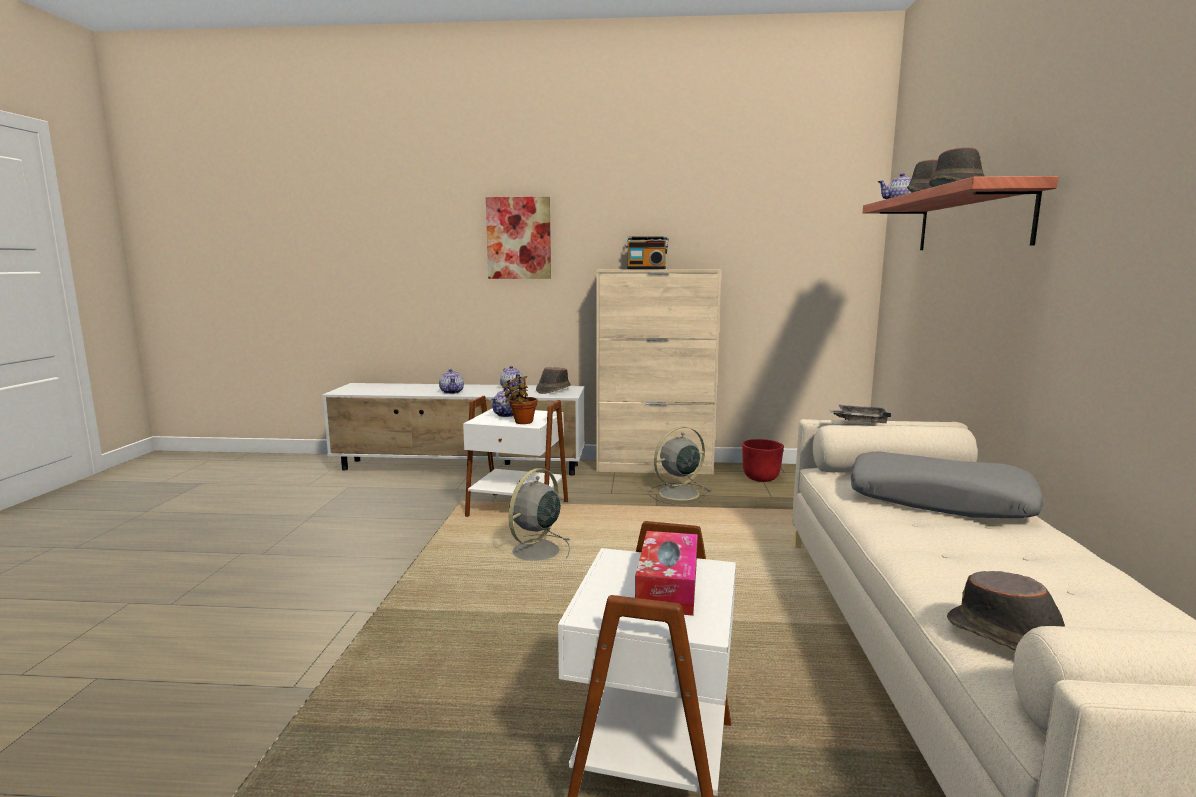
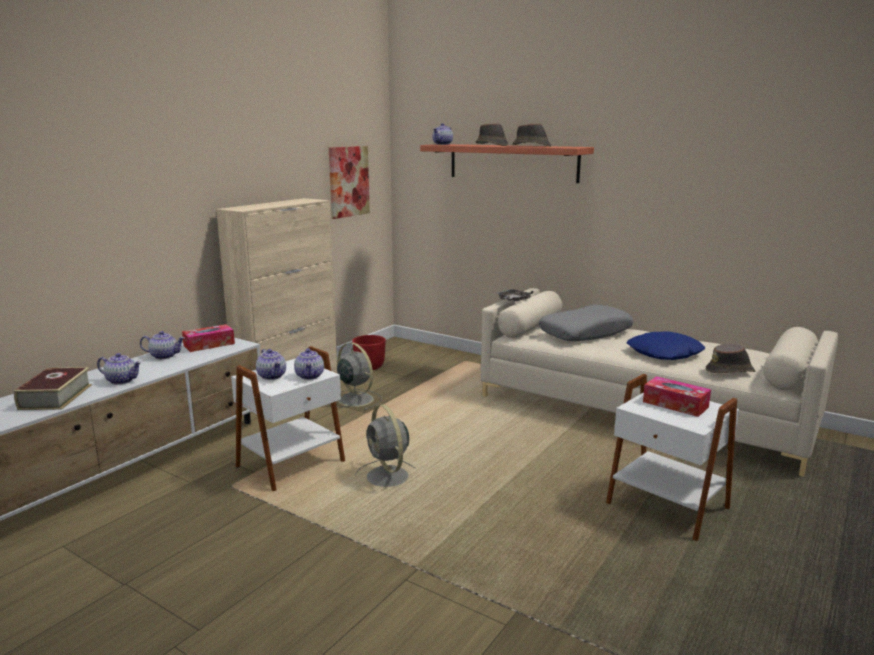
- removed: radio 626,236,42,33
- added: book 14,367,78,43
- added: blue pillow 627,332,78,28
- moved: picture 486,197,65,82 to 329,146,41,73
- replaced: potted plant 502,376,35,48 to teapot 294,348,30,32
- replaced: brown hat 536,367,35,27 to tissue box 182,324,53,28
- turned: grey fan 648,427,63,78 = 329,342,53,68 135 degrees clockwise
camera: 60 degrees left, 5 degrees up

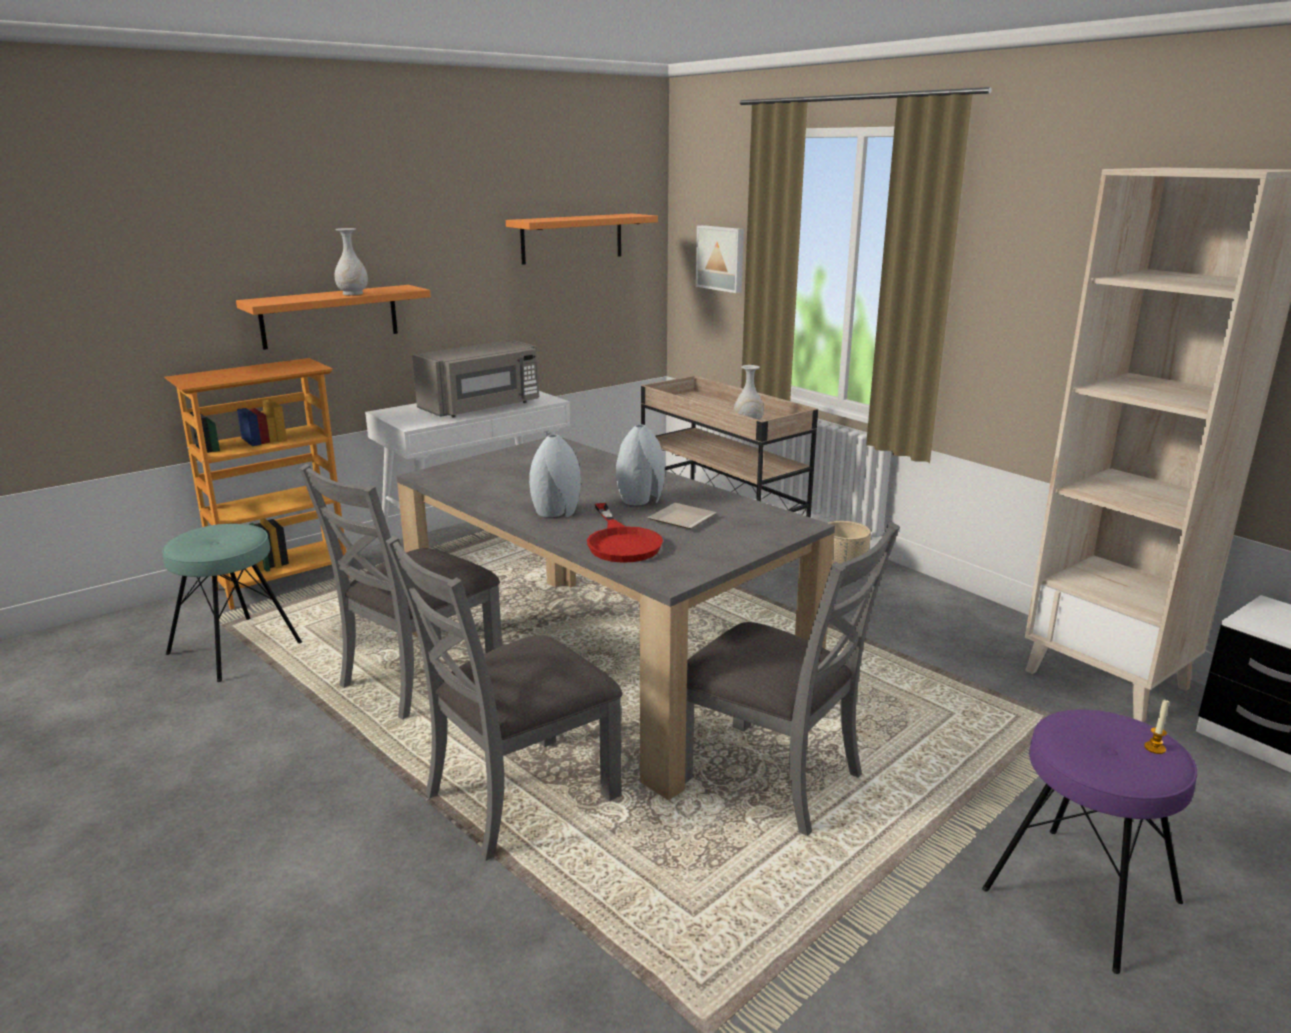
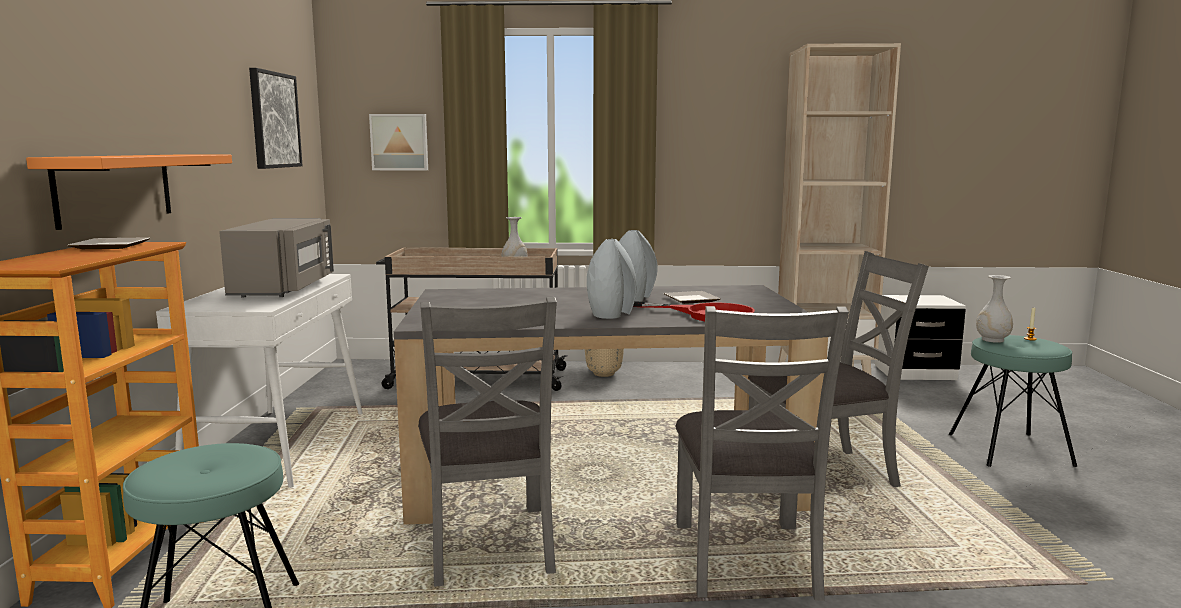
- added: plate 67,237,83,12
- moved: white vase 335,228,33,67 to 976,275,37,68
- replaced: orange shelf 506,214,152,51 to picture 249,68,53,101
- recoloured: purple stool 982,709,215,265 to turquoise stool 949,335,128,132
camera: 50 degrees left, 10 degrees down

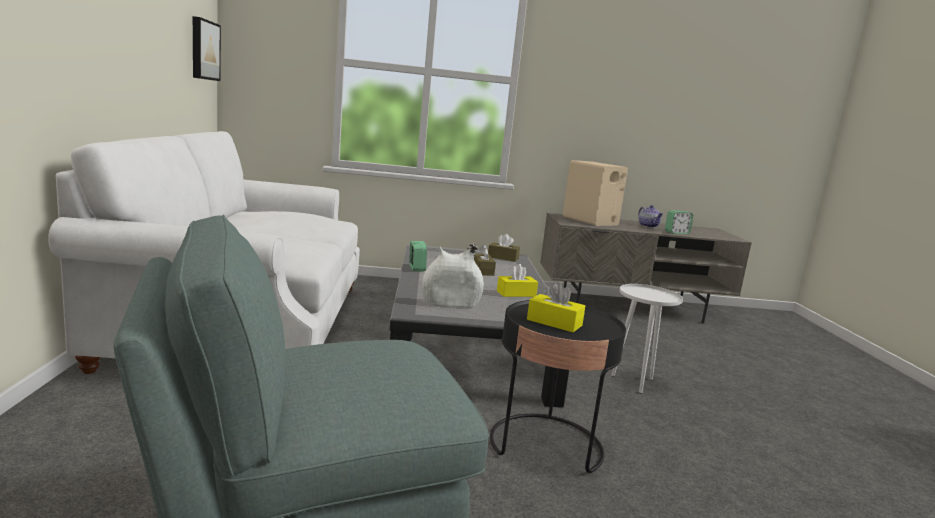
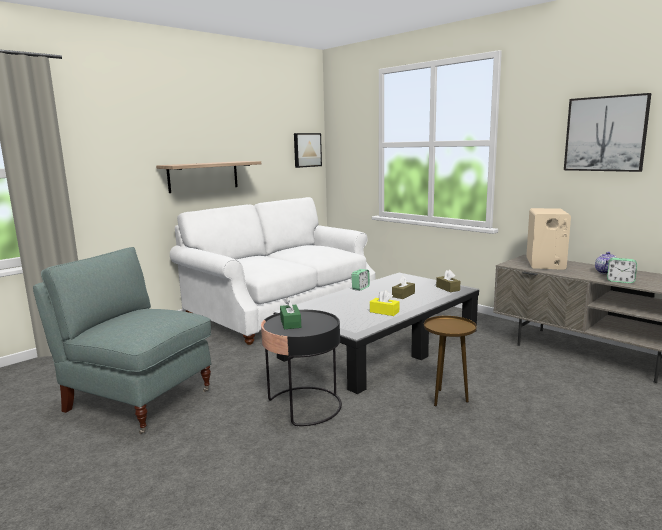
- removed: white vase 422,243,62,65
- added: shelf 156,161,105,32
- added: picture 564,93,87,79
- recoloured: yellow tissue box 527,282,58,50 to green tissue box 280,297,21,32
- recoloured: white side table 611,284,72,110 to brown side table 424,316,53,90
camera: 50 degrees right, 0 degrees up

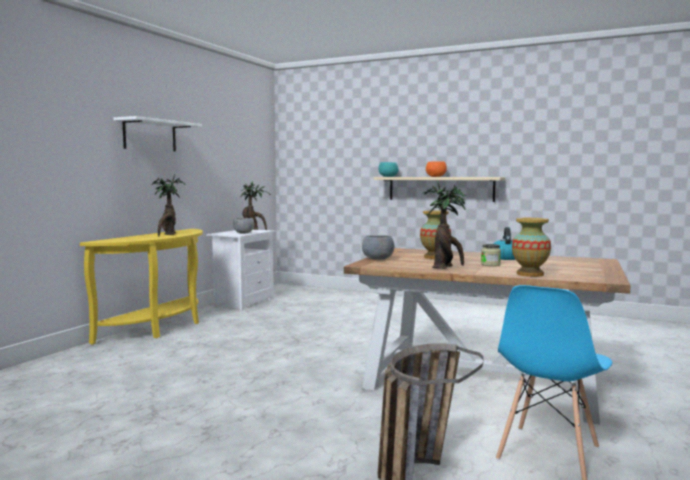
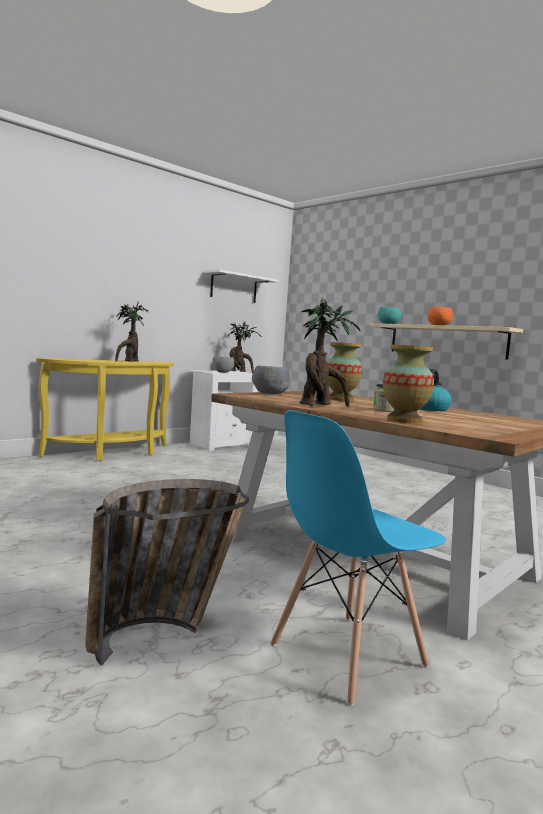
- moved: white shelf 114,116,88,35 to 204,269,74,34
camera: 20 degrees right, 0 degrees up

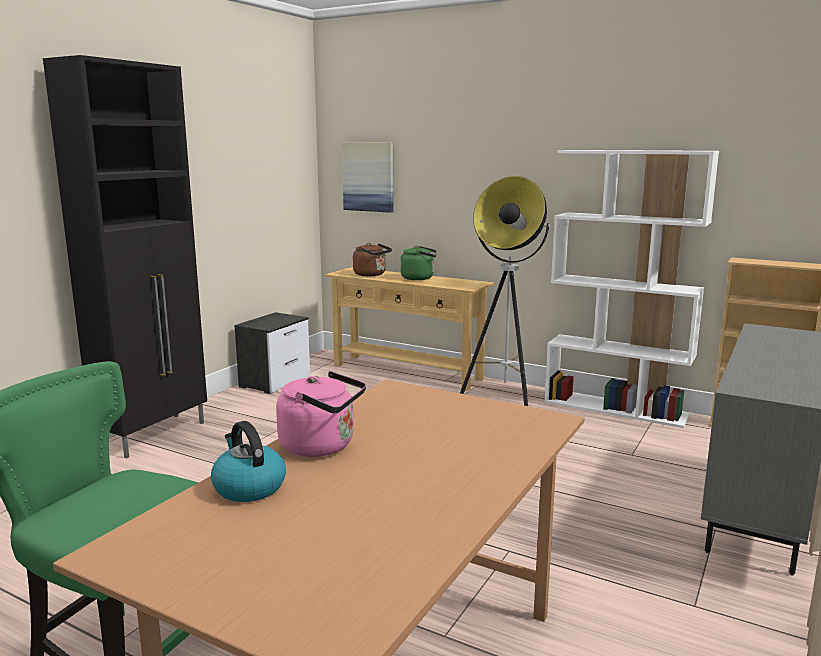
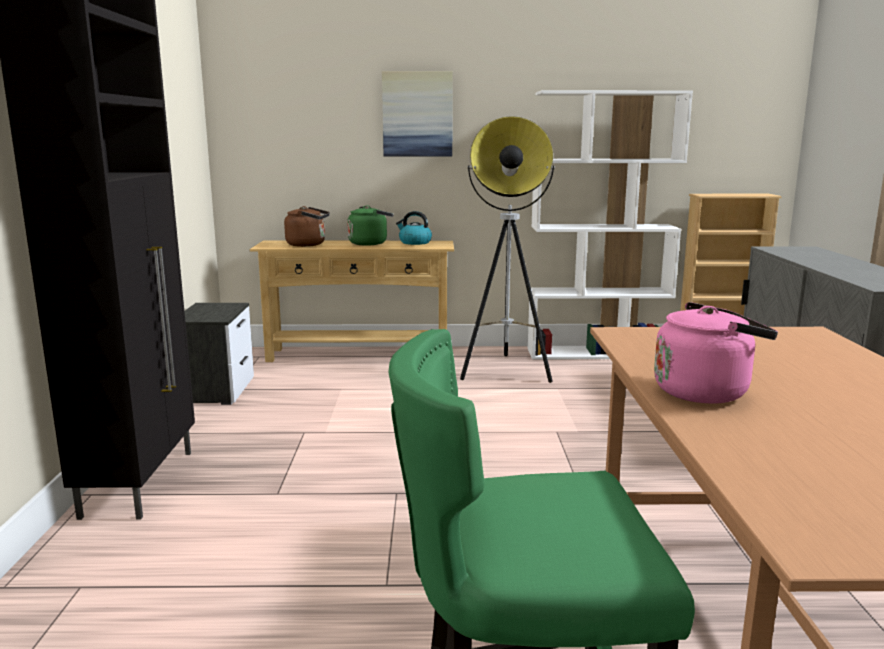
- moved: kettle 211,421,75,81 to 396,211,36,34
- moved: picture 342,142,52,71 to 382,71,71,86
camera: 30 degrees left, 0 degrees up

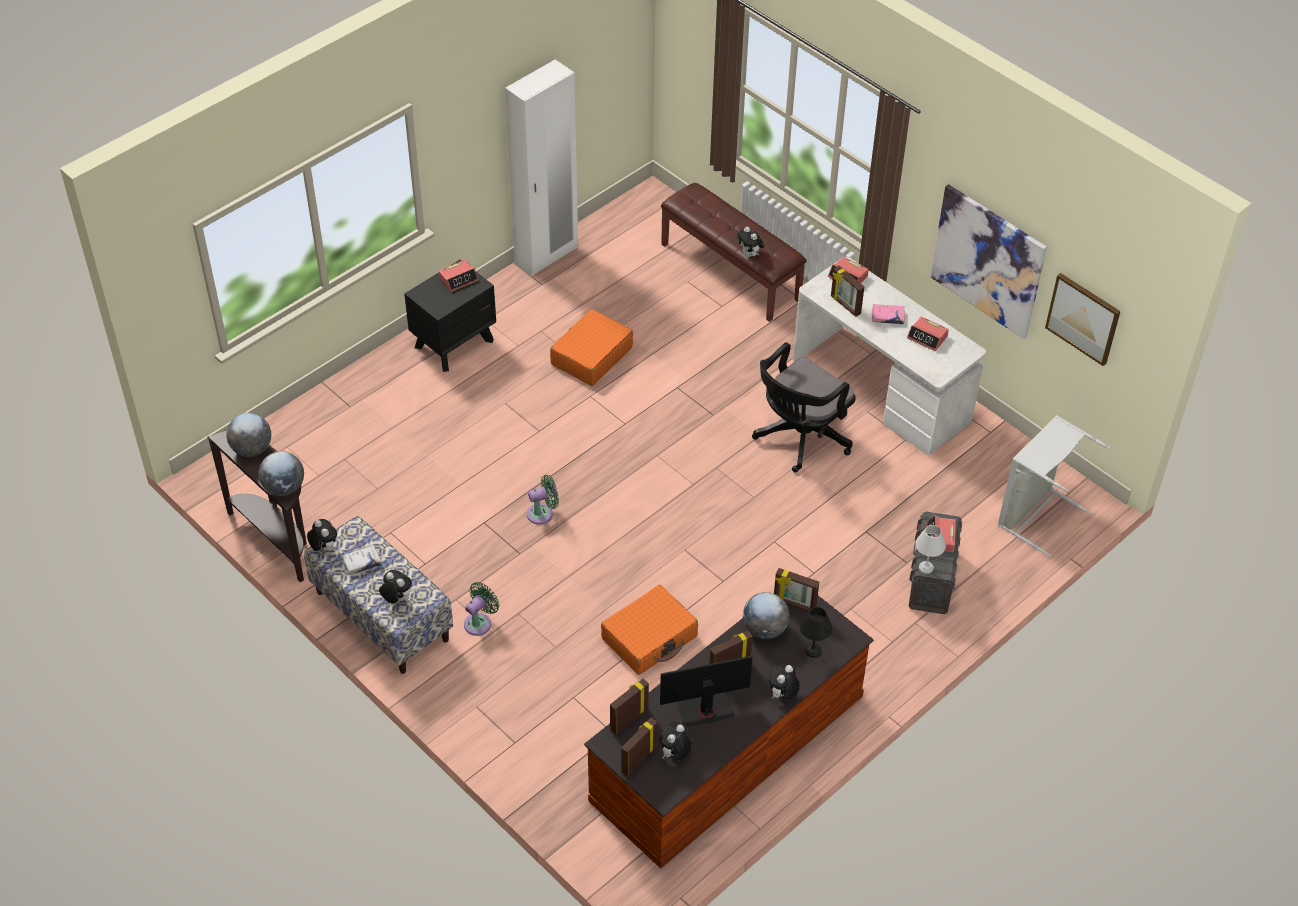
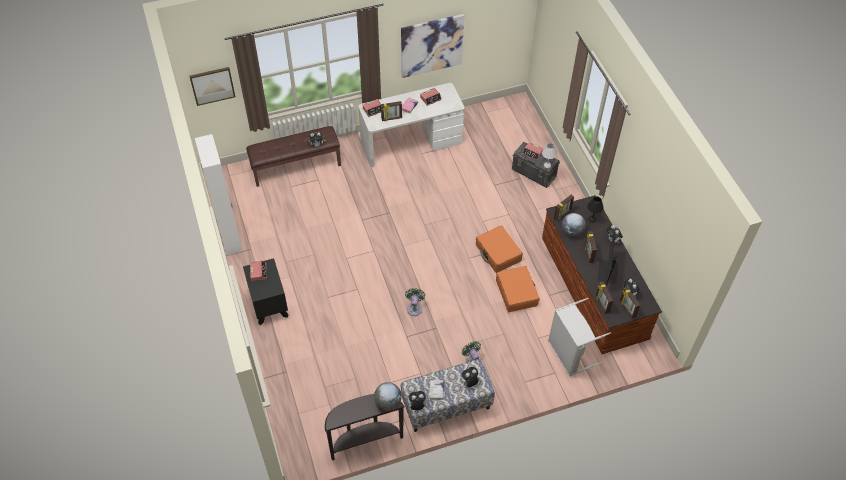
- removed: globe 226,413,45,44
- removed: black office chair 752,342,104,130
- moved: orange suitcase 550,309,83,77 to 476,225,47,48
- moved: grey laundry basket 998,415,112,142 to 548,298,63,79
- moved: picture 1045,273,76,93 to 189,67,46,39
camera: 65 degrees left, 5 degrees up

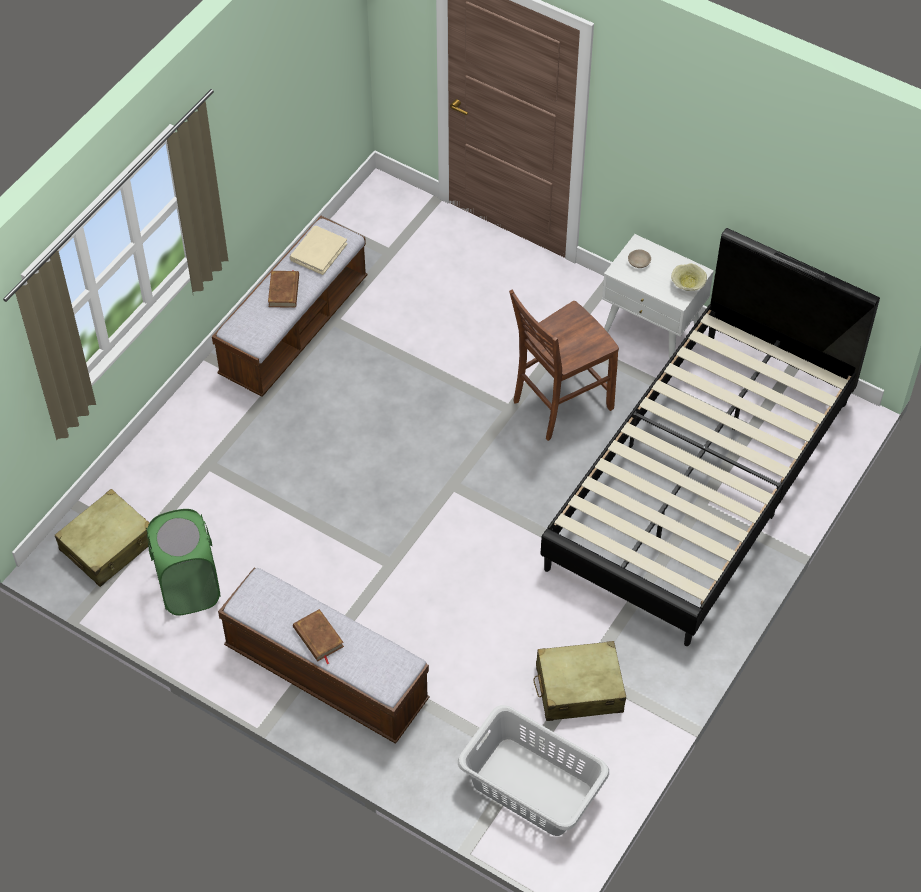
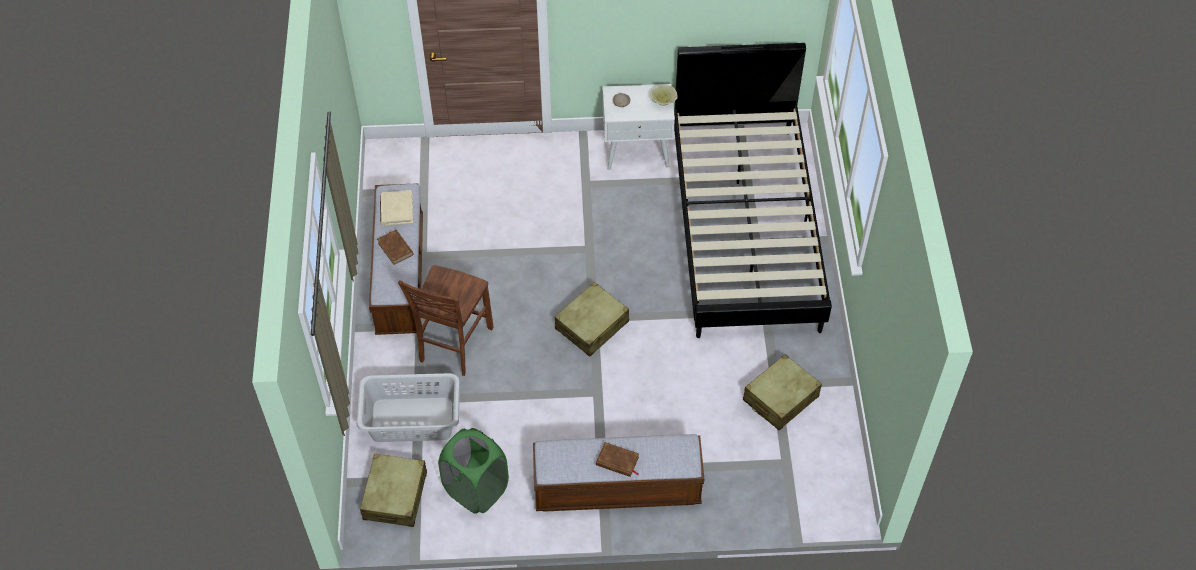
- added: beige suitcase 555,282,74,75
- moved: grey laundry basket 458,705,151,131 to 357,373,103,69
- moved: brown chair 509,289,110,152 to 398,265,96,111
camera: 35 degrees left, 0 degrees up

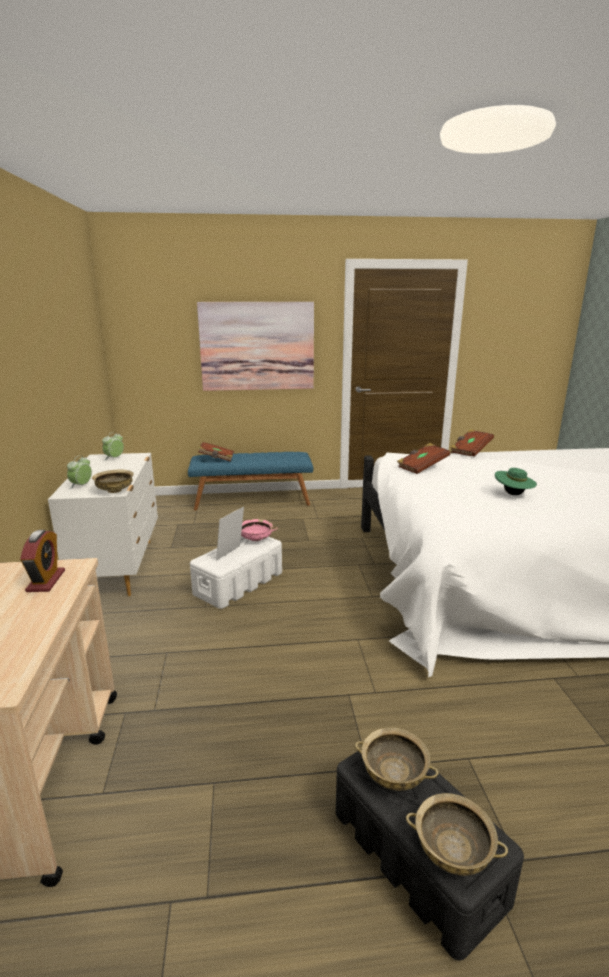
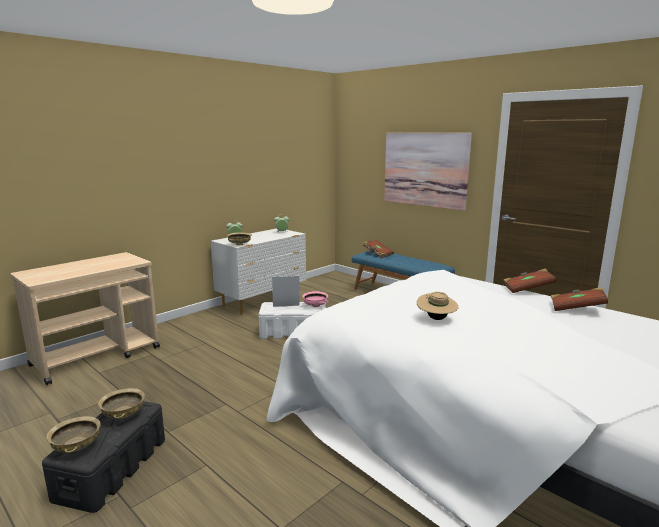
- removed: alarm clock 20,530,45,62
- moved: brown book 397,443,53,31 to 551,287,57,24
- recoloured: green hat 495,468,42,27 to beige hat 417,292,41,28
camera: 50 degrees right, 5 degrees down

